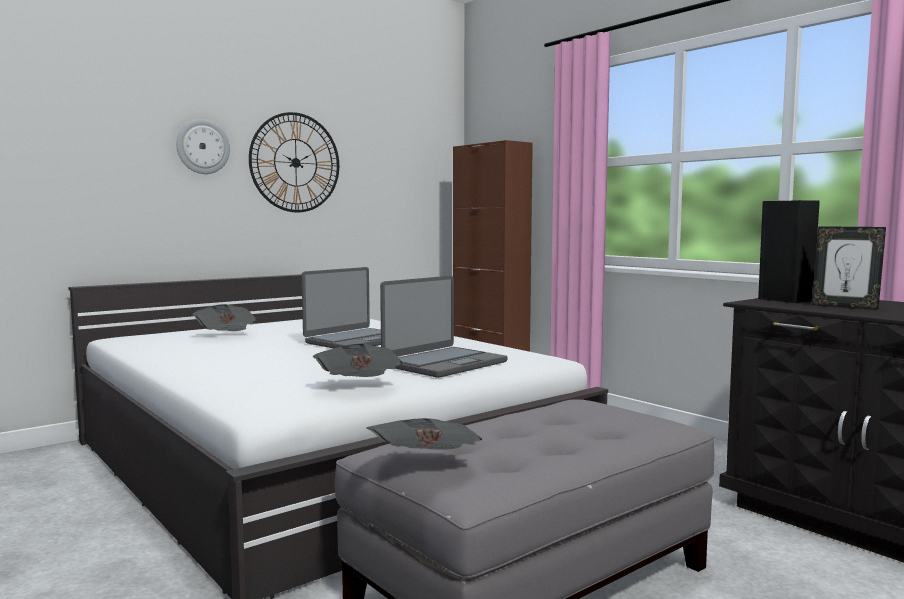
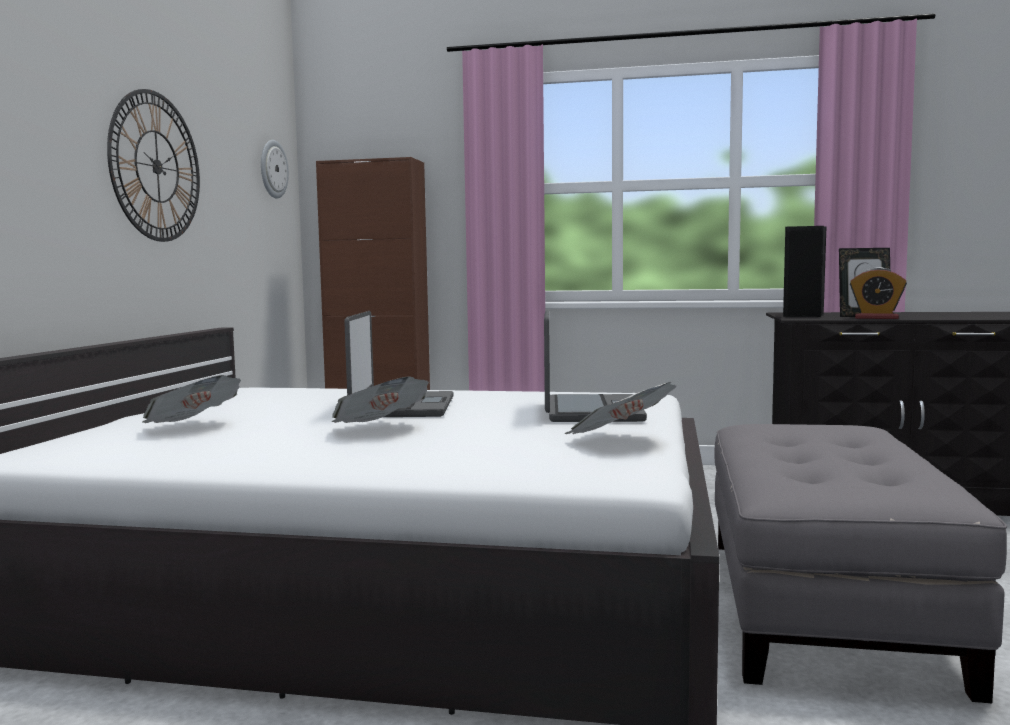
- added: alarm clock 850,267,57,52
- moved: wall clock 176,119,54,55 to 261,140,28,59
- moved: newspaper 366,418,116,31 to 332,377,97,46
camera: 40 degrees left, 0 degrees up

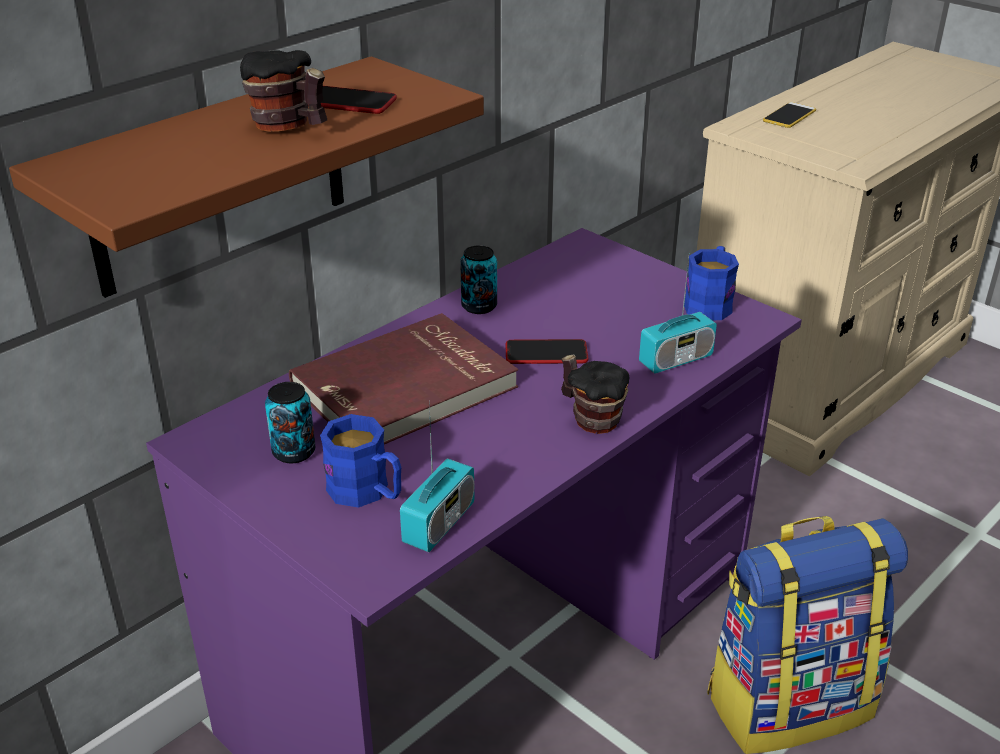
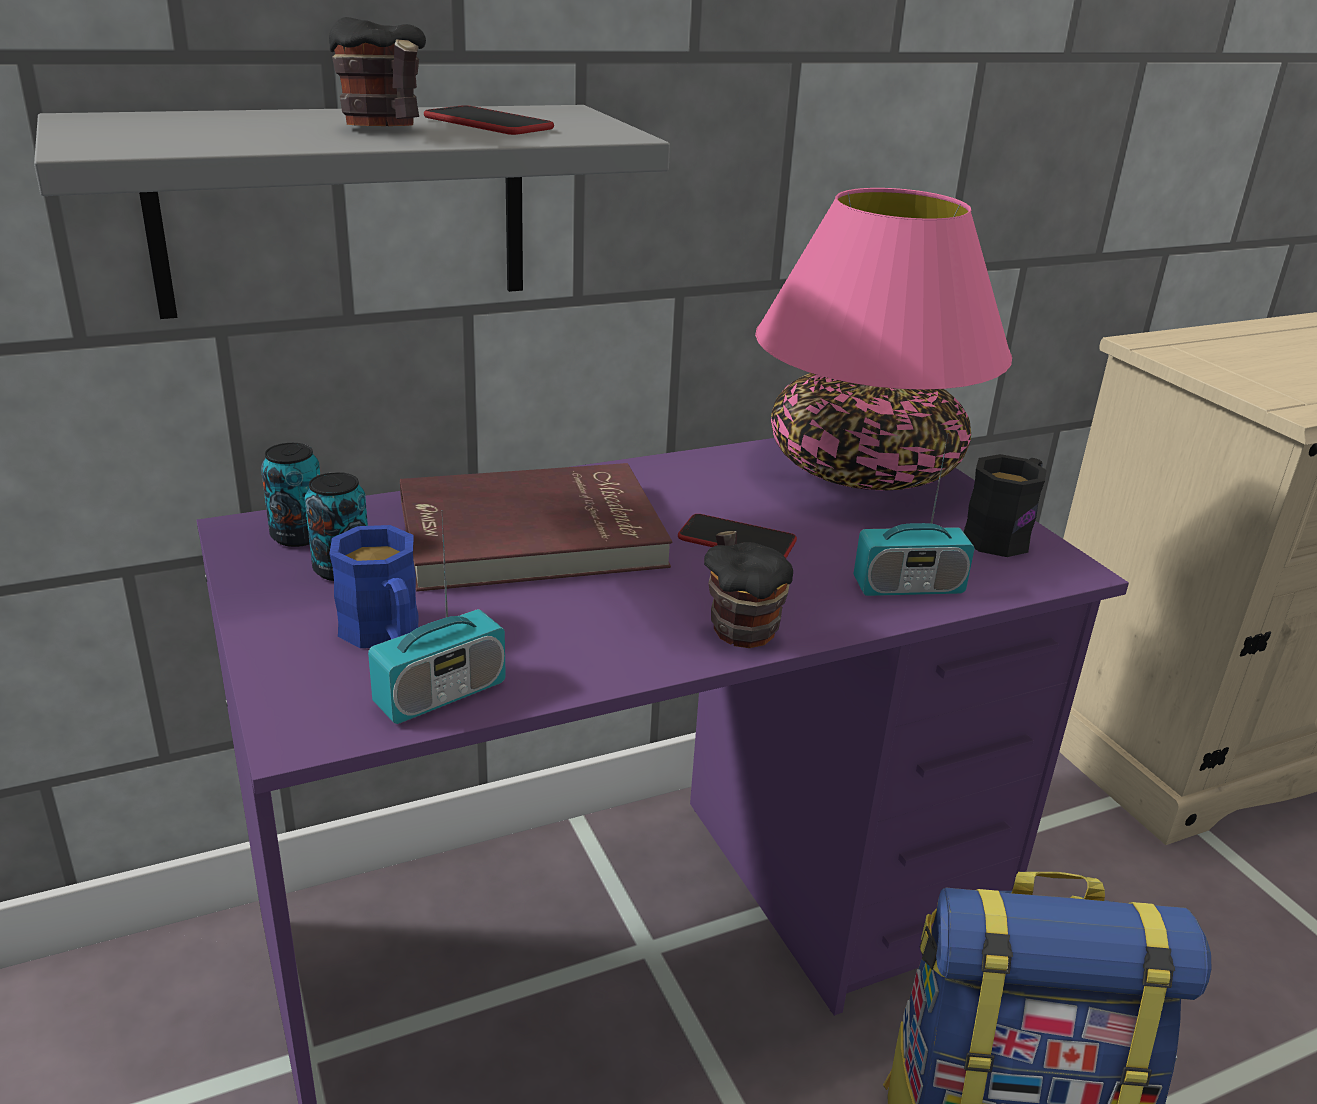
- removed: phone 763,102,53,26
- added: pink table lamp 755,188,257,303
- moved: can 460,245,37,69 to 261,443,59,104
- recoloured: brown shelf 9,57,475,241 to grey shelf 34,105,636,214
- recoloured: blue mug 684,246,55,74 to black mug 964,454,83,103
camera: 20 degrees right, 5 degrees down

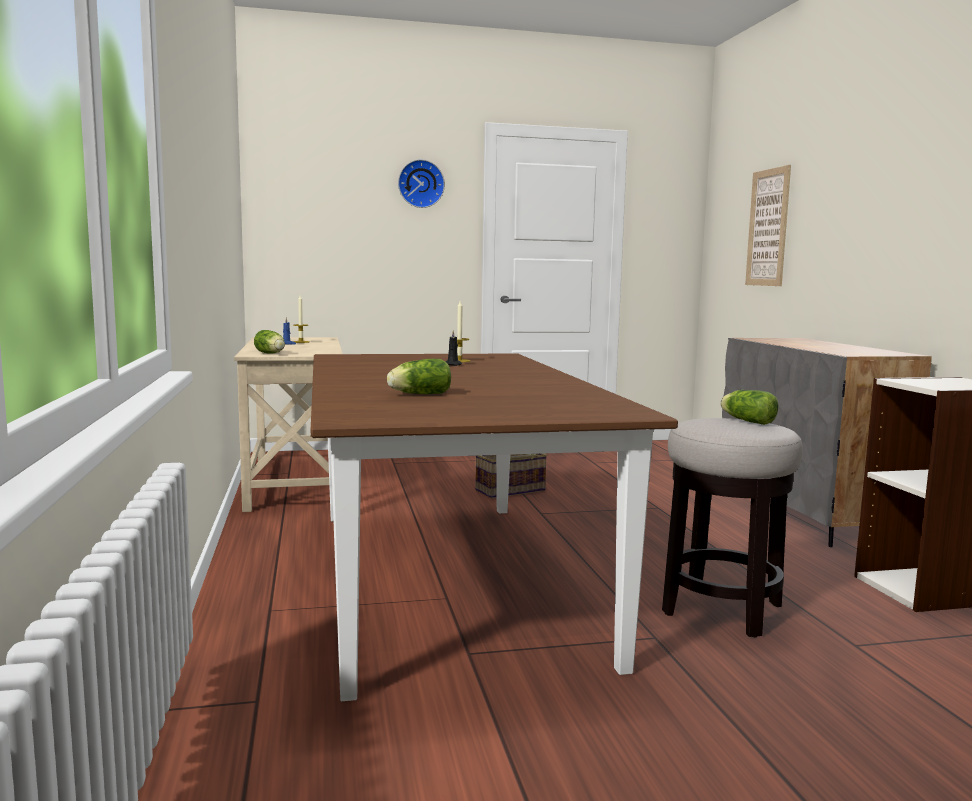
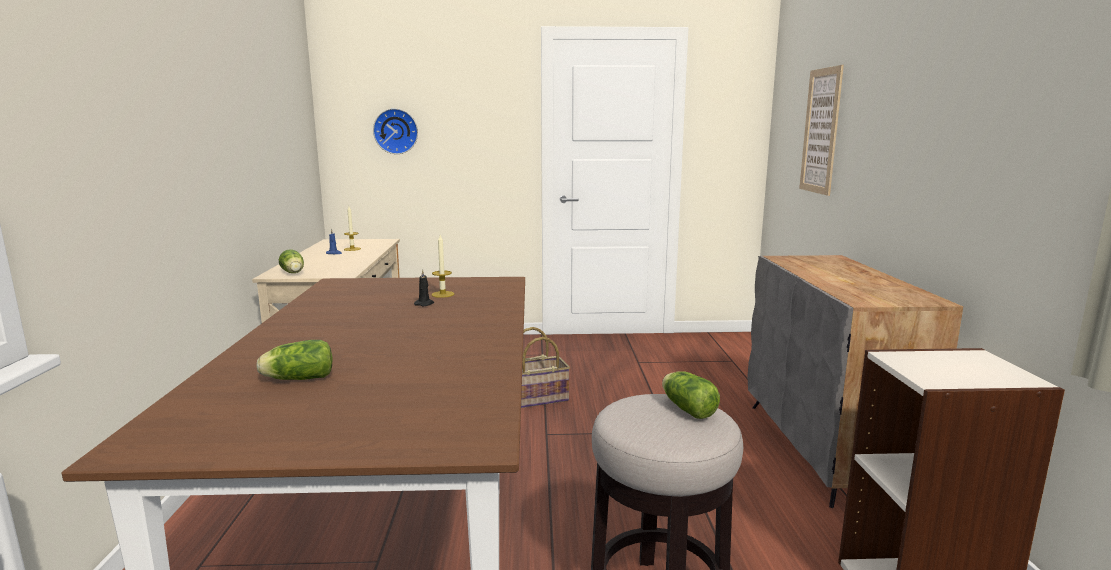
- moved: wall clock 398,159,47,49 to 373,108,45,46
camera: 10 degrees right, 5 degrees up

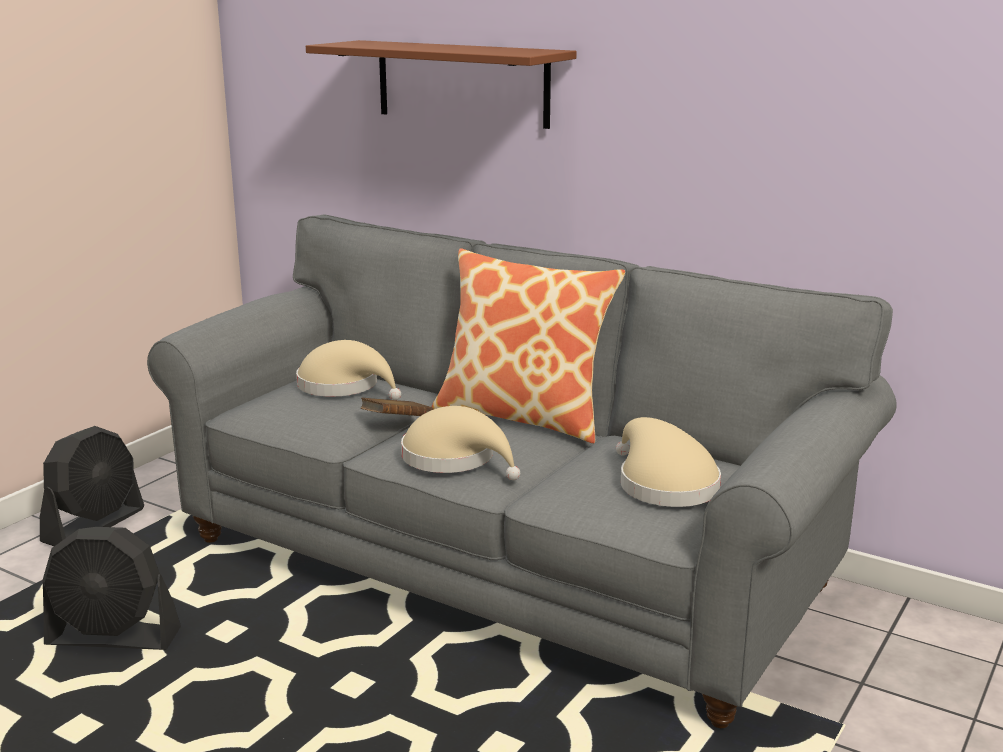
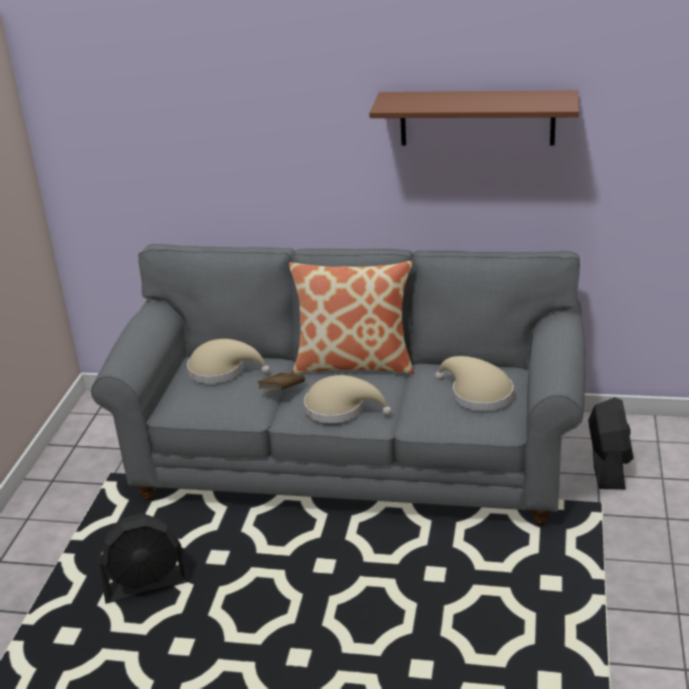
- moved: black fan 40,426,104,120 to 588,397,46,92
- moved: brown shelf 306,40,270,89 to 369,90,210,56
camera: 20 degrees left, 10 degrees up

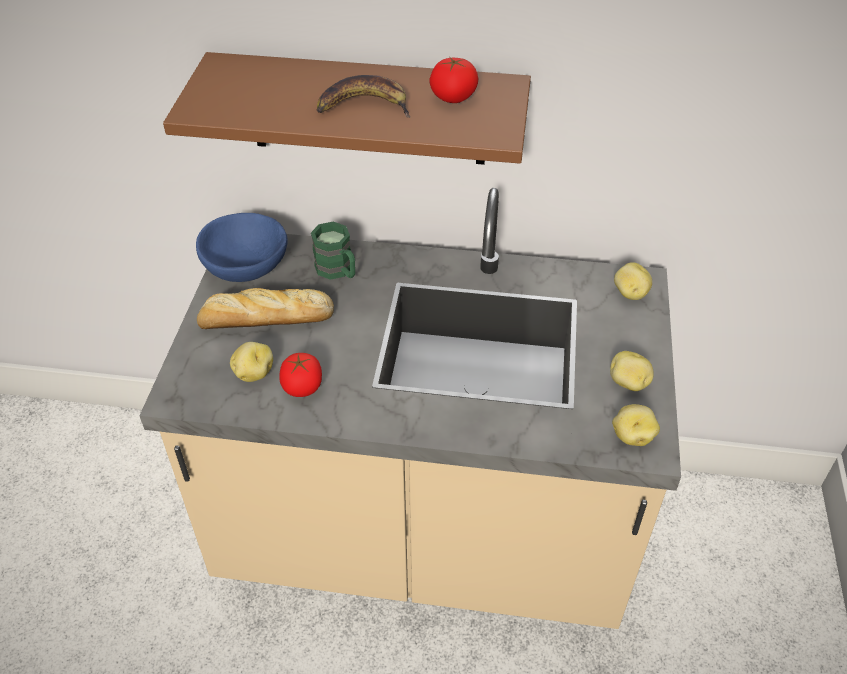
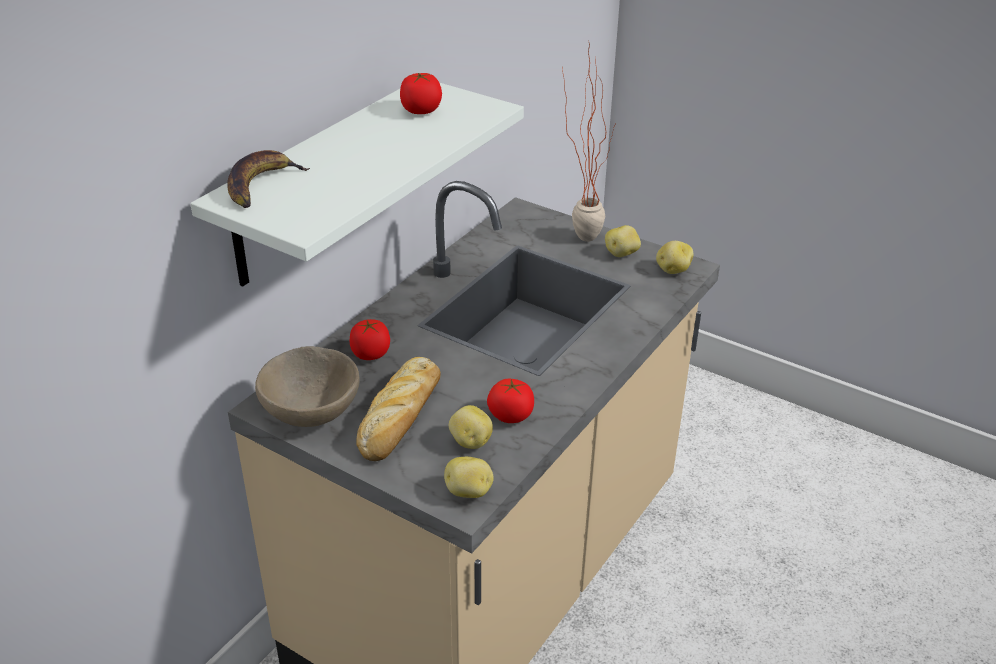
- added: potted plant 562,44,53,198
- moved: banana 317,75,93,43 to 227,150,83,58
- moved: potato 614,262,38,38 to 444,457,50,41
- replaced: green mug 311,222,44,58 to tomato 350,319,40,41
- recoloured: brown shelf 163,52,368,113 to white shelf 190,83,334,204
- recoloured: blue bowl 196,213,92,69 to beige bowl 255,346,105,81
camera: 65 degrees left, 10 degrees down

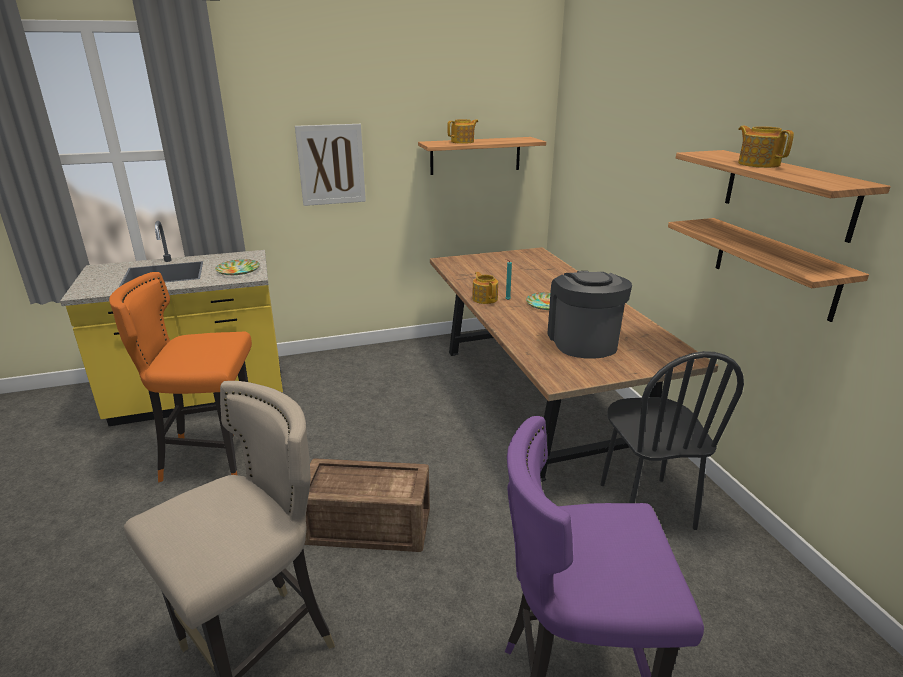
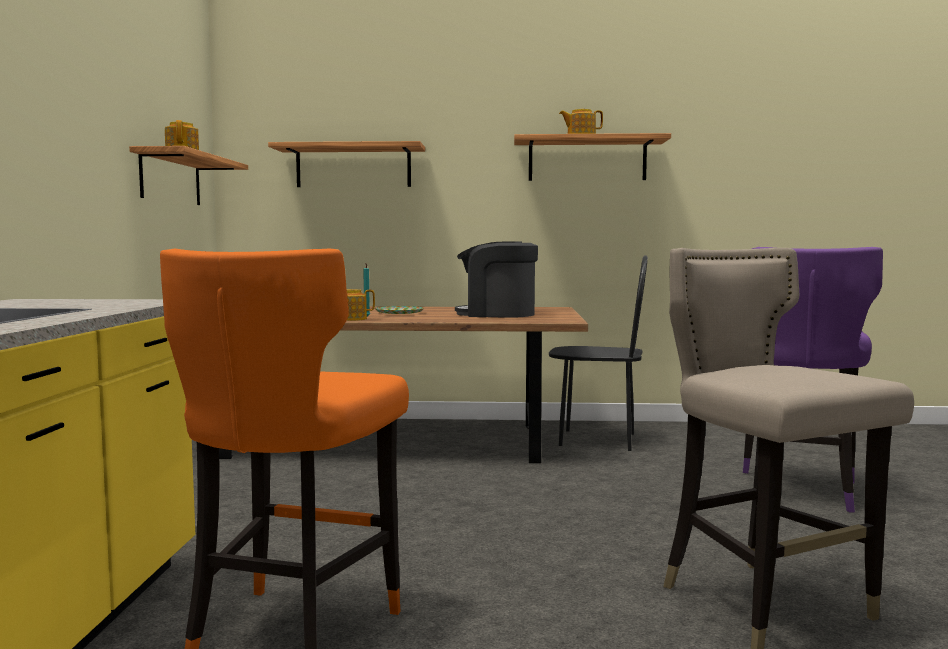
- removed: plate 215,259,45,16
- removed: picture 295,124,71,82
- removed: crate 304,458,126,94
- moved: shelf 668,218,201,104 to 268,141,157,46
camera: 70 degrees left, 20 degrees down

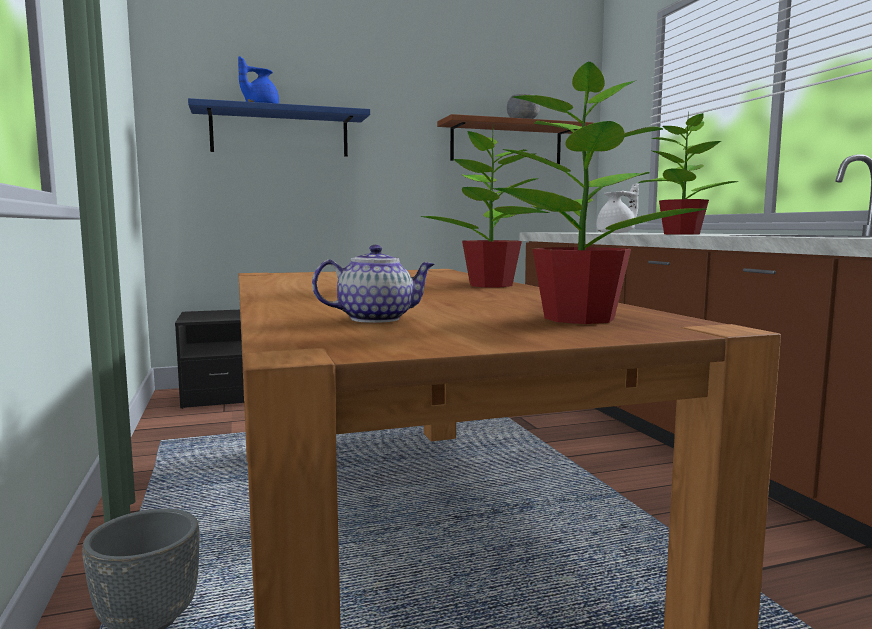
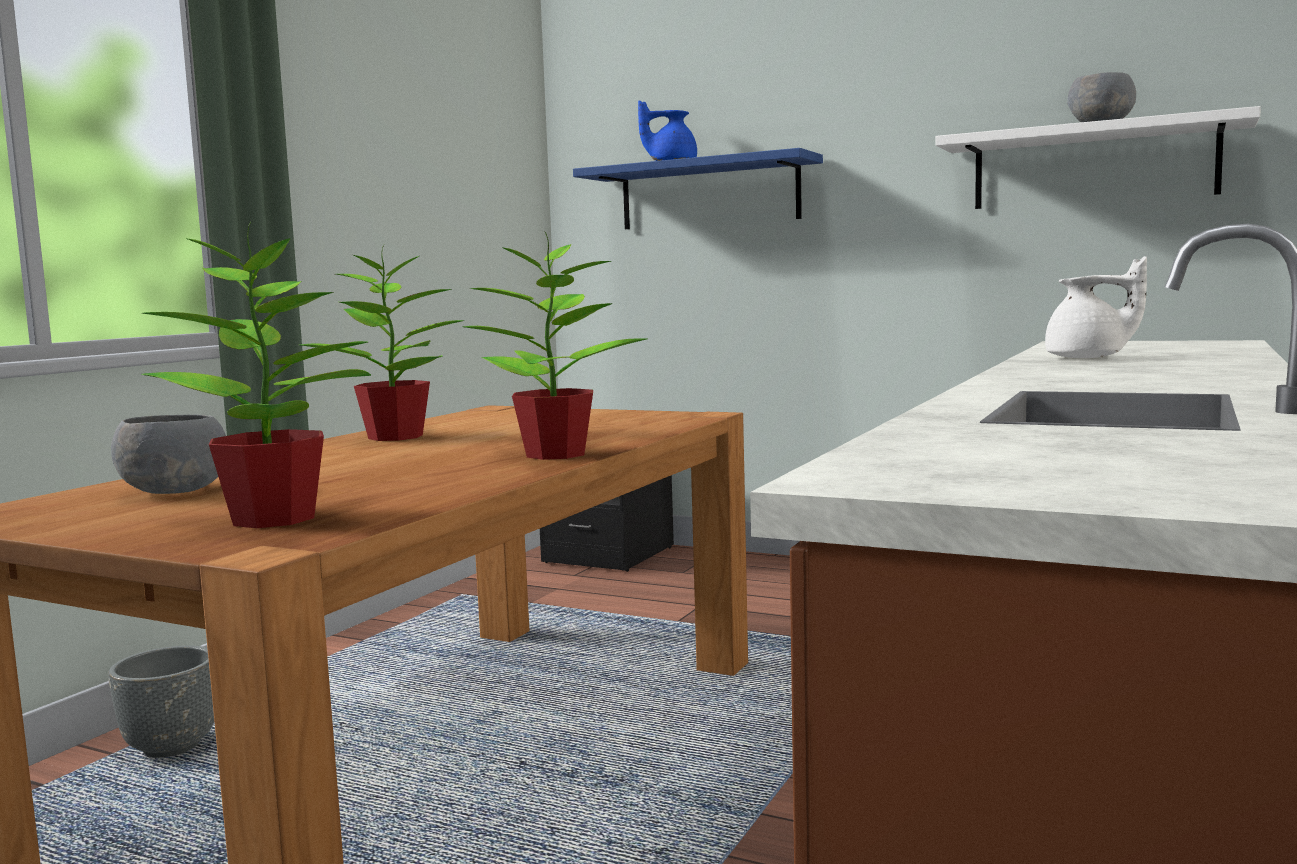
- moved: potted plant 638,111,101,124 to 300,245,165,196
- replaced: teapot 312,245,123,78 to grey bowl 111,414,115,80
- recoloured: brown shelf 437,114,156,50 to white shelf 936,106,325,103
camera: 45 degrees right, 0 degrees up

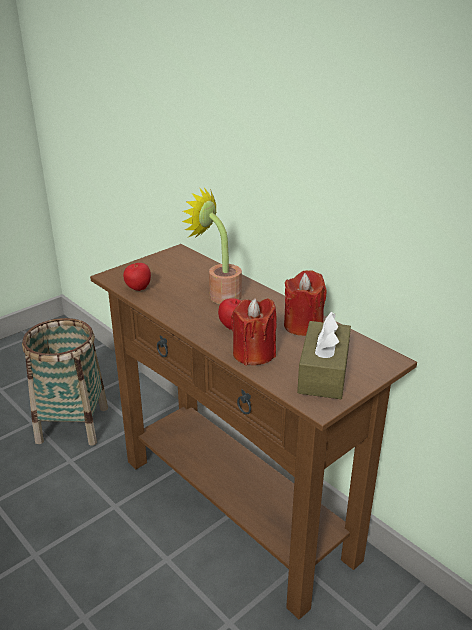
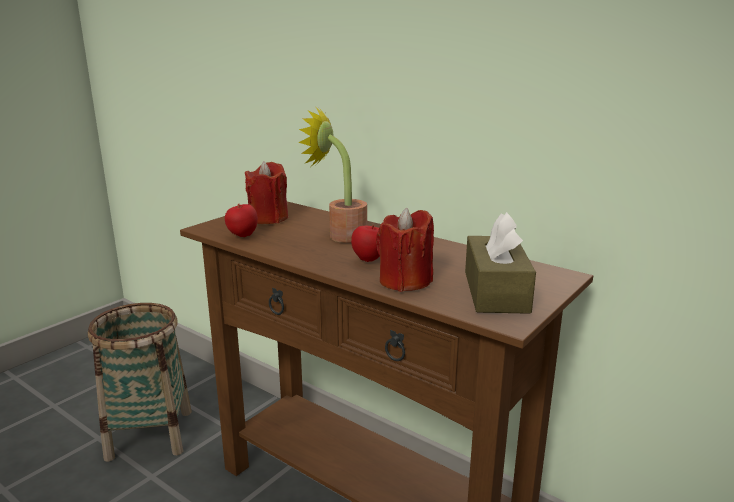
- moved: red candle 284,270,43,66 to 245,161,43,63
camera: 10 degrees left, 10 degrees down

